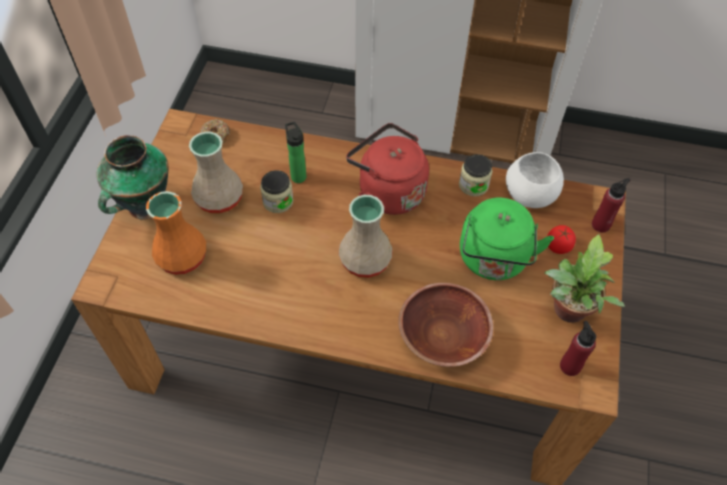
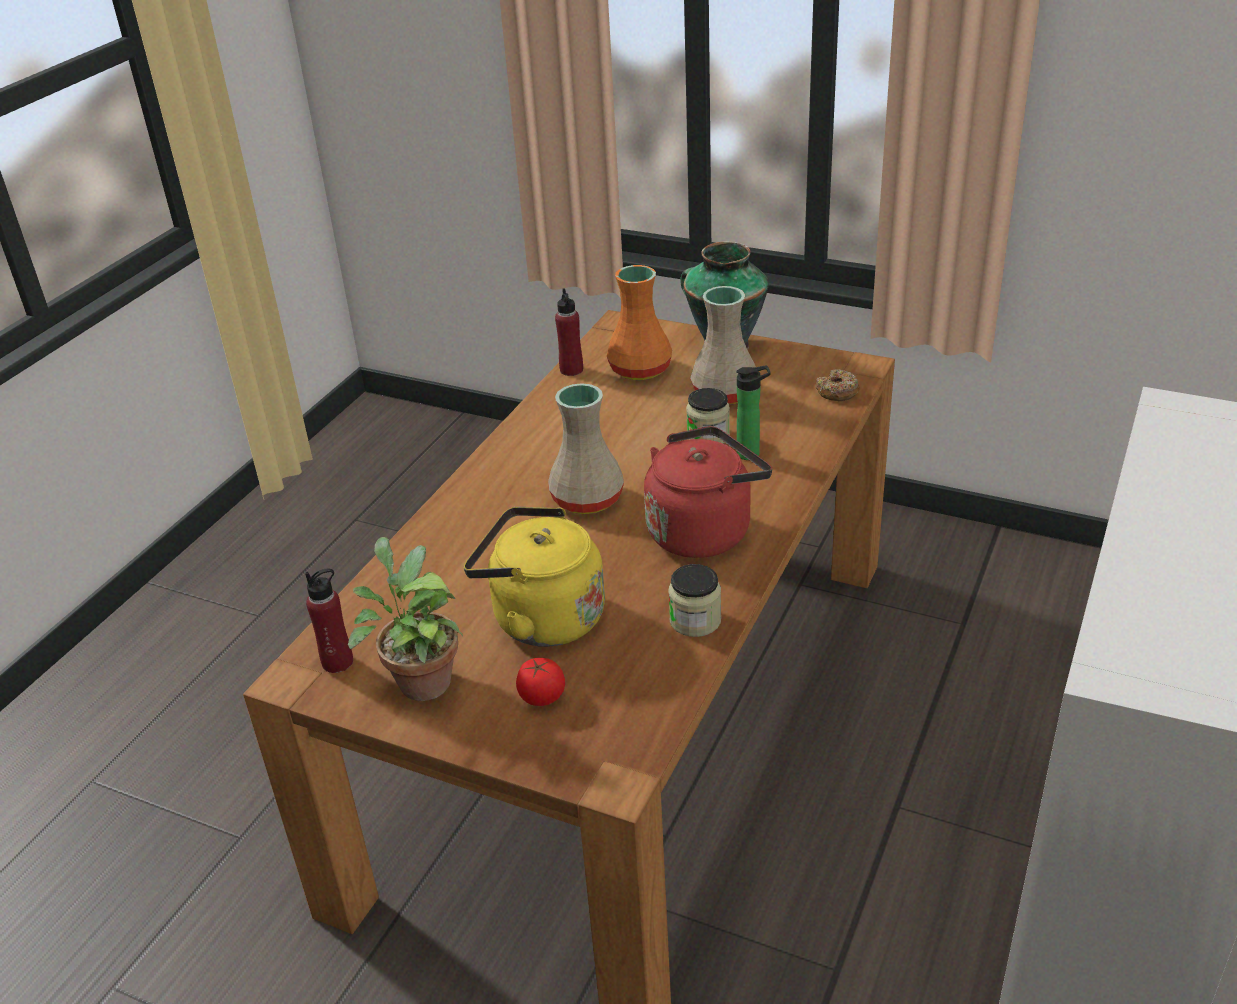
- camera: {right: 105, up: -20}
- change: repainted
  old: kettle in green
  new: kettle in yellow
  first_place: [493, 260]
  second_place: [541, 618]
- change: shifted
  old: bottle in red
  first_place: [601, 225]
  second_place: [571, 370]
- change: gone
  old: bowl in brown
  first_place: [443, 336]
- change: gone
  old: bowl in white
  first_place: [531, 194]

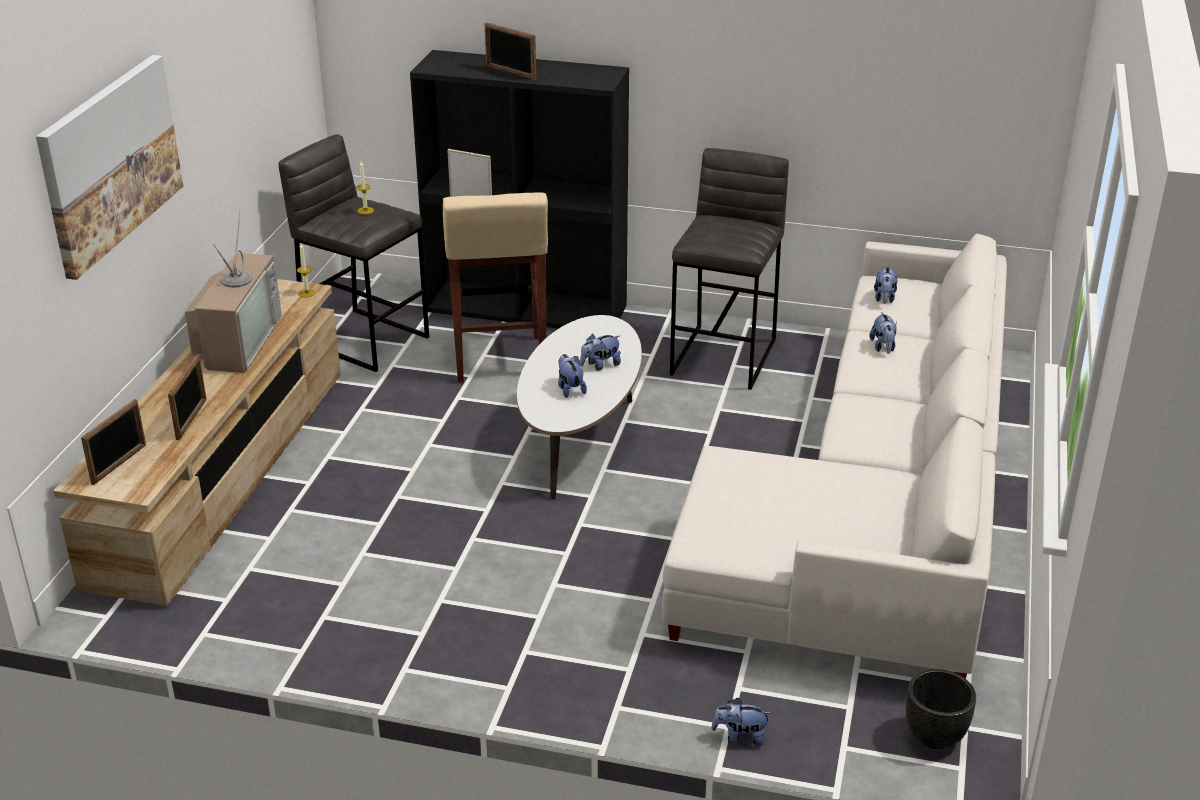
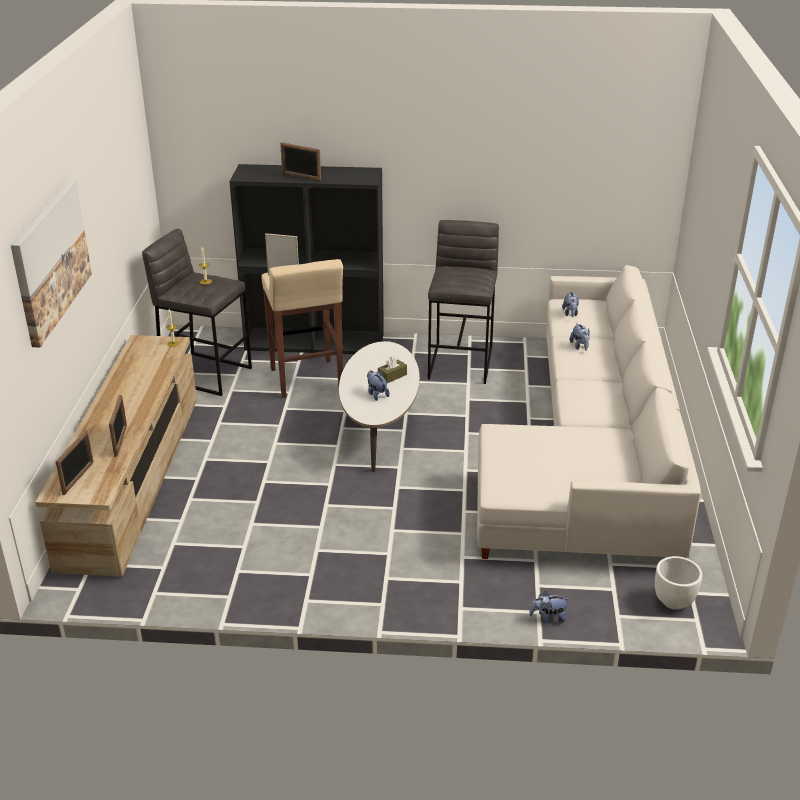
- camera: {right: -10, up: 0}
- change: swapped
  old: plush toy
  new: tissue box in brown
  first_place: [600, 365]
  second_place: [392, 376]
- change: repainted
  old: planter in black
  new: planter in white
  first_place: [935, 737]
  second_place: [674, 602]
- change: gone
  old: television
  first_place: [237, 341]

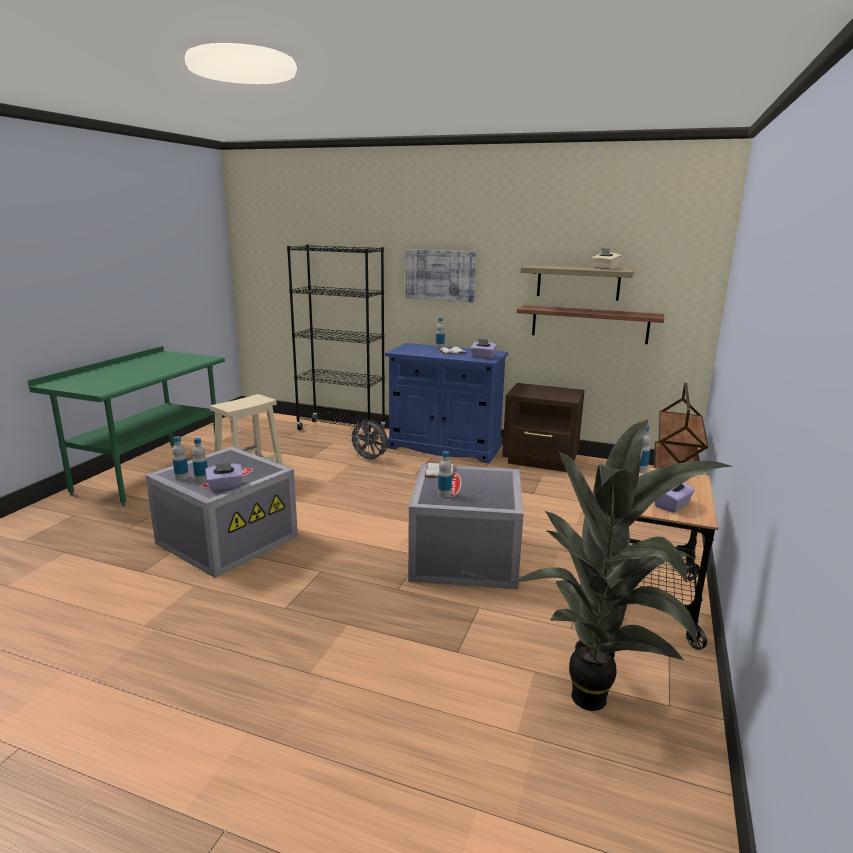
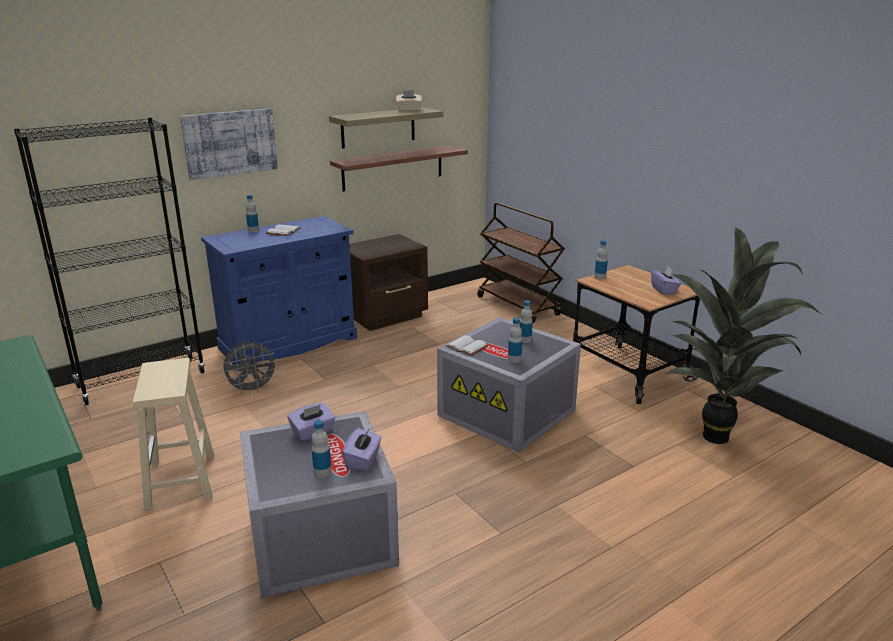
- camera: {right: -55, up: 5}
- change: shifted
  old: tissue box in purple
  first_place: [483, 357]
  second_place: [313, 432]
- change: shifted
  old: bottle
  first_place: [182, 478]
  second_place: [525, 340]

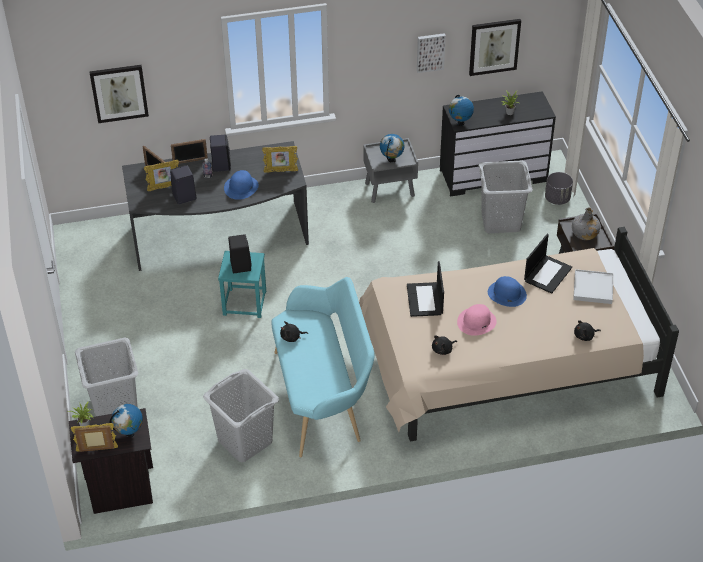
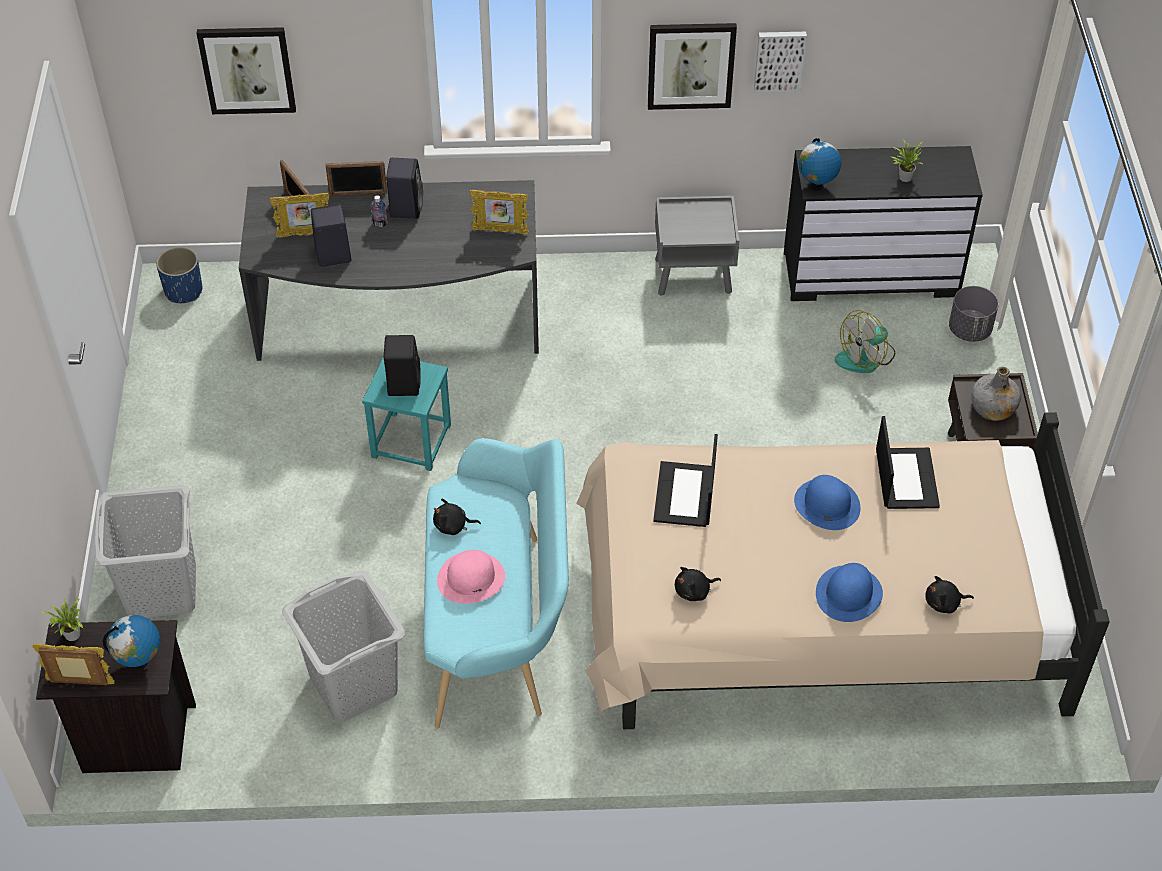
- camera: {right: 10, up: 5}
- change: new
  new: planter in blue
  second_place: [183, 291]
- change: shifted
  old: hat in pink
  first_place: [476, 321]
  second_place: [471, 578]
- change: shifted
  old: picture
  first_place: [494, 46]
  second_place: [691, 65]
- change: shifted
  old: hat in blue
  first_place: [241, 187]
  second_place: [849, 593]
- change: swapped
  old: laundry basket in grey
  new: fan
  first_place: [501, 221]
  second_place: [865, 357]
- change: rotated
  old: laptop
  first_place: [547, 274]
  second_place: [905, 478]
  degrees: -45
- change: gone
  old: globe
  first_place: [391, 160]
- change: gone
  old: tray in white
  first_place: [593, 288]

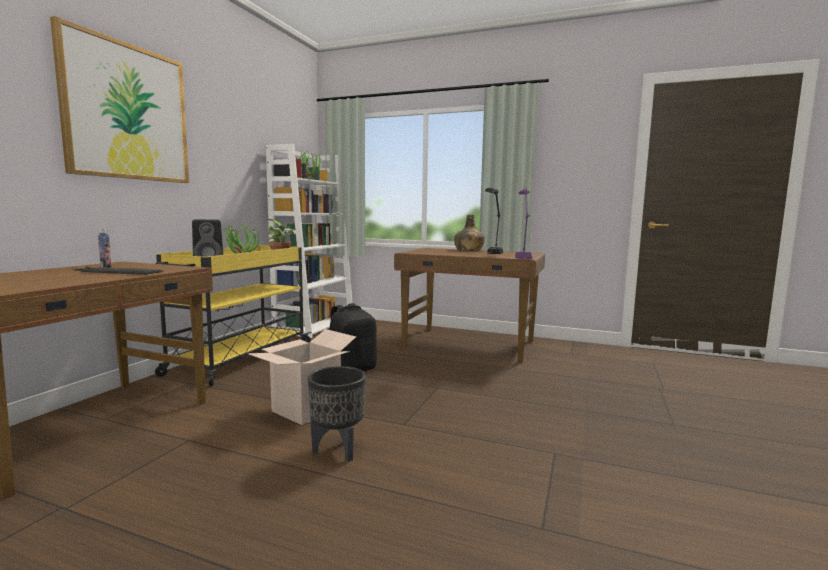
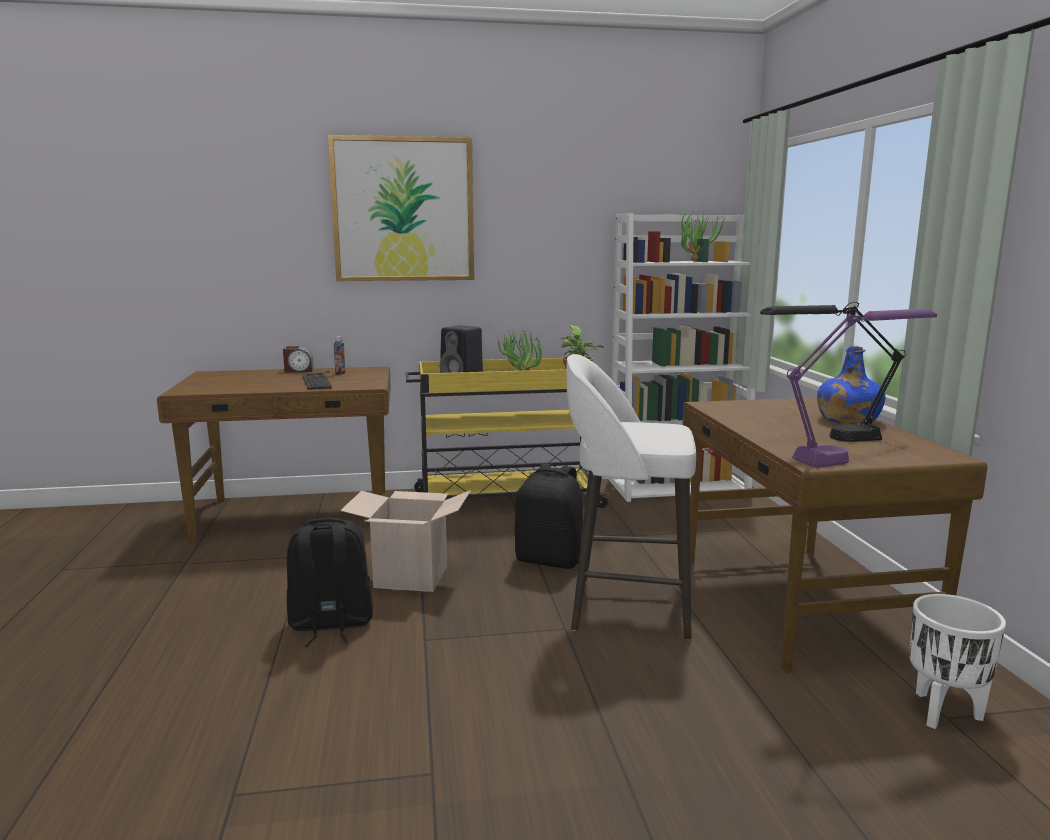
- camera: {right: 60, up: 5}
- change: new
  new: alarm clock
  second_place: [299, 371]
- change: swapped
  old: planter in black
  new: backpack in black
  first_place: [337, 451]
  second_place: [330, 624]
- change: new
  new: stool in white
  second_place: [626, 607]
- change: repainted
  old: bottle in green
  new: bottle in blue
  first_place: [468, 250]
  second_place: [847, 420]
- change: new
  new: planter in white
  second_place: [944, 712]

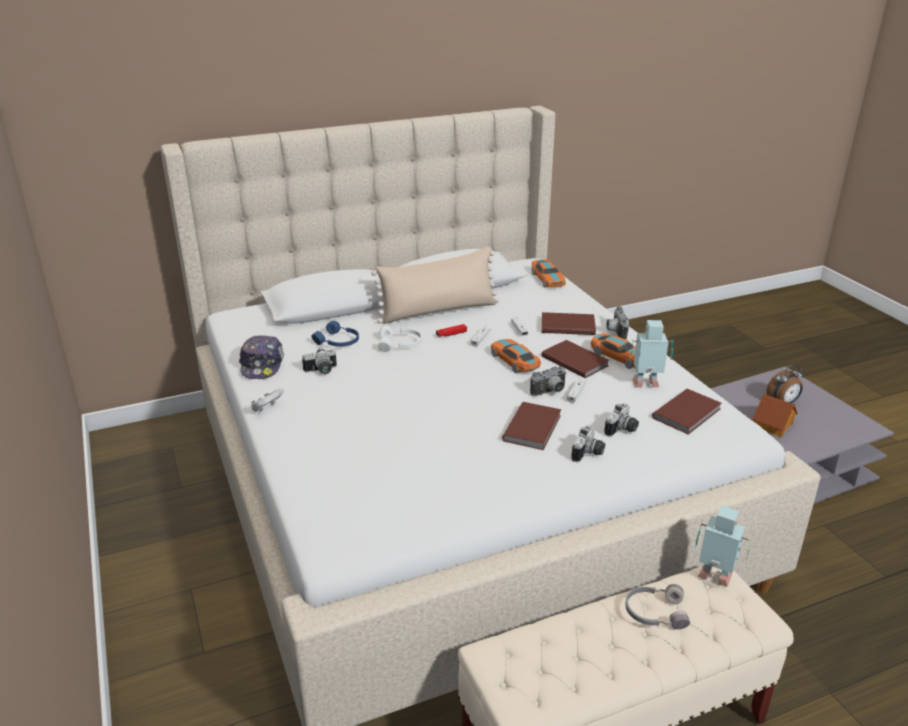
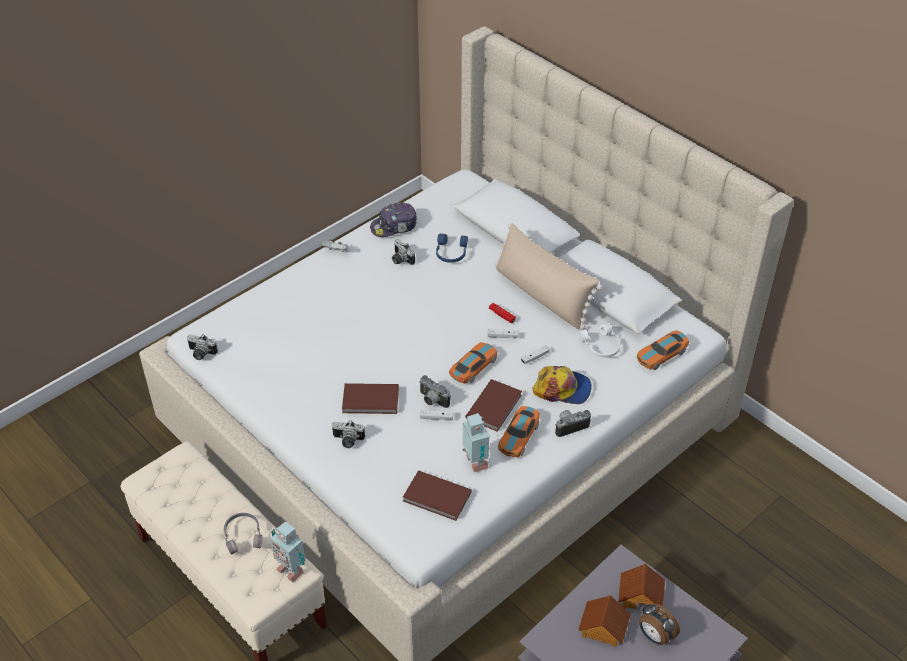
- camera: {right: 70, up: 15}
- change: shifted
  old: photo camera
  first_place: [622, 430]
  second_place: [200, 354]
- change: rotated
  old: toy robot
  first_place: [715, 578]
  second_place: [291, 569]
  degrees: 120
- change: swapped
  old: book in brown
  new: cap
  first_place: [567, 325]
  second_place: [562, 389]
- change: shifted
  old: headphones in white
  first_place: [400, 344]
  second_place: [600, 346]
- change: new
  new: toy house
  second_place: [641, 596]

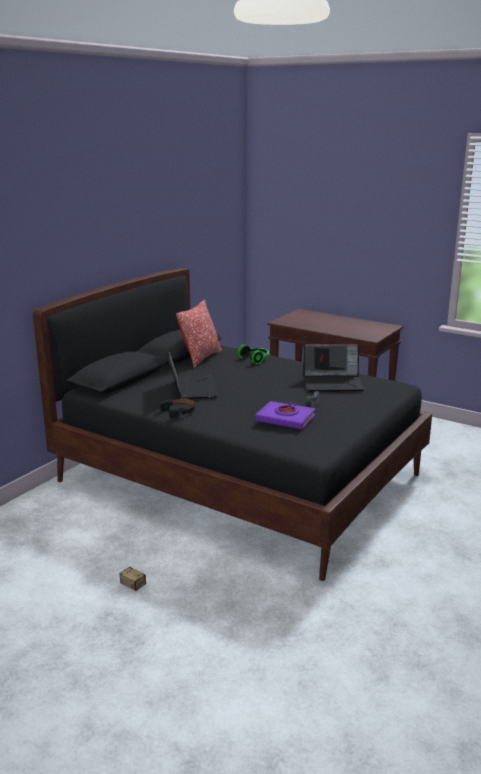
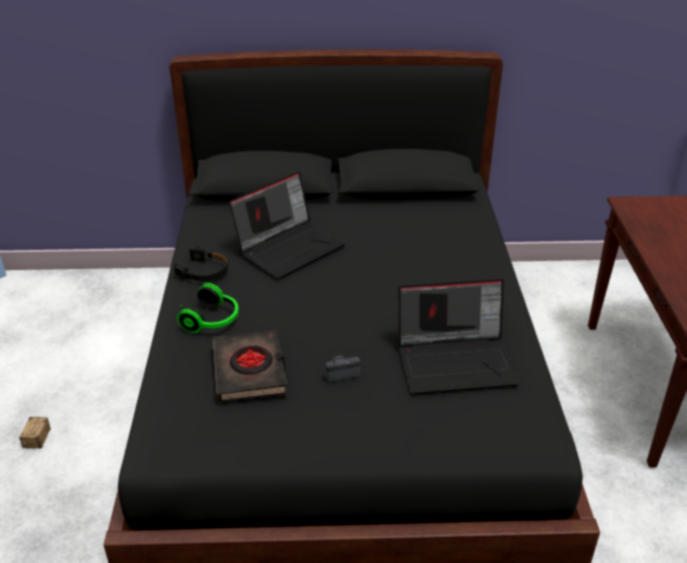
- camera: {right: 55, up: 15}
- change: shifted
  old: headphones
  first_place: [255, 359]
  second_place: [213, 321]
- change: repainted
  old: book in purple
  new: book in black
  first_place: [285, 419]
  second_place: [250, 370]
- change: rotated
  old: laptop
  first_place: [333, 383]
  second_place: [456, 361]
  degrees: -60
- change: gone
  old: pillow
  first_place: [200, 358]

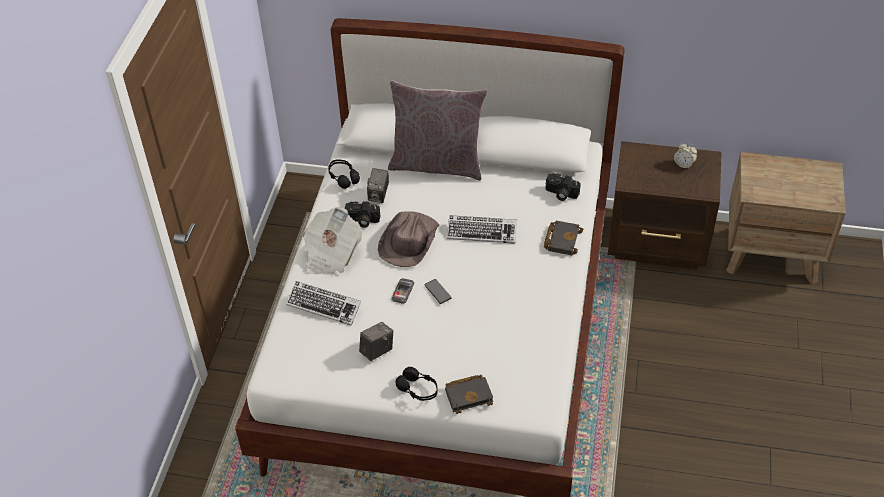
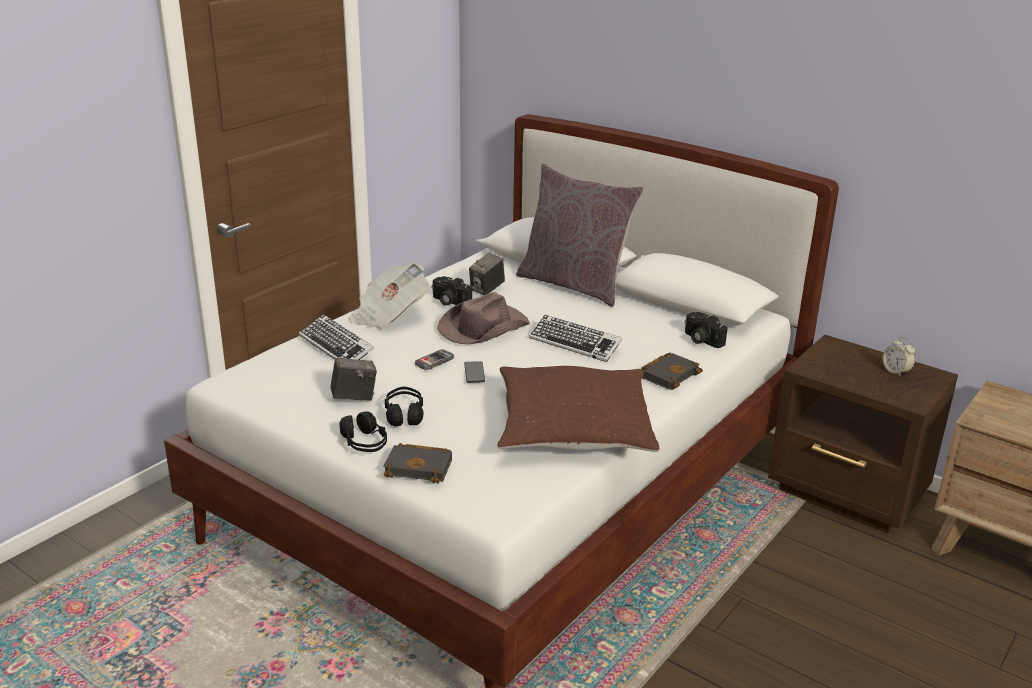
- camera: {right: 25, up: -20}
- change: shifted
  old: headphones in black
  first_place: [343, 178]
  second_place: [404, 414]
- change: new
  new: pillow in brown
  second_place: [573, 427]

